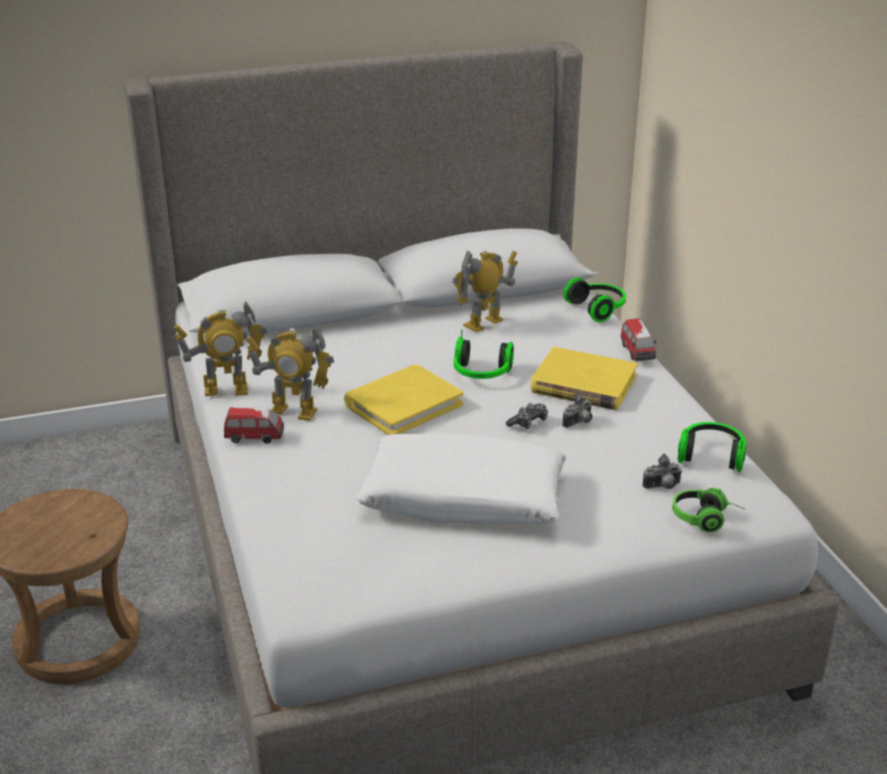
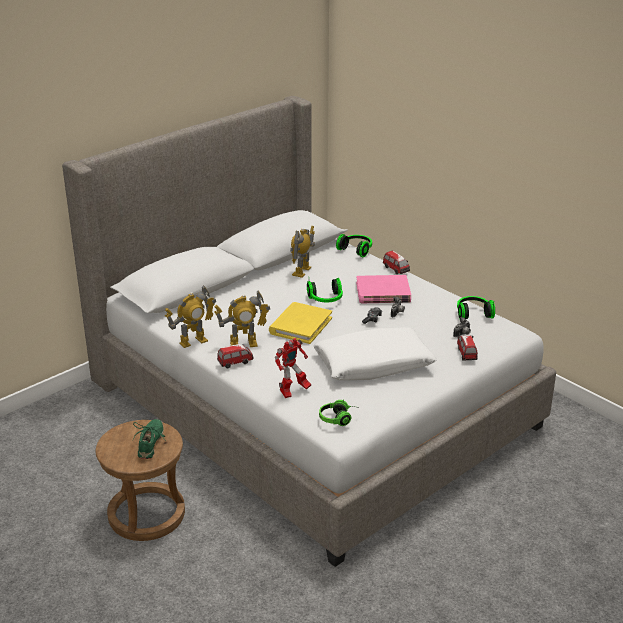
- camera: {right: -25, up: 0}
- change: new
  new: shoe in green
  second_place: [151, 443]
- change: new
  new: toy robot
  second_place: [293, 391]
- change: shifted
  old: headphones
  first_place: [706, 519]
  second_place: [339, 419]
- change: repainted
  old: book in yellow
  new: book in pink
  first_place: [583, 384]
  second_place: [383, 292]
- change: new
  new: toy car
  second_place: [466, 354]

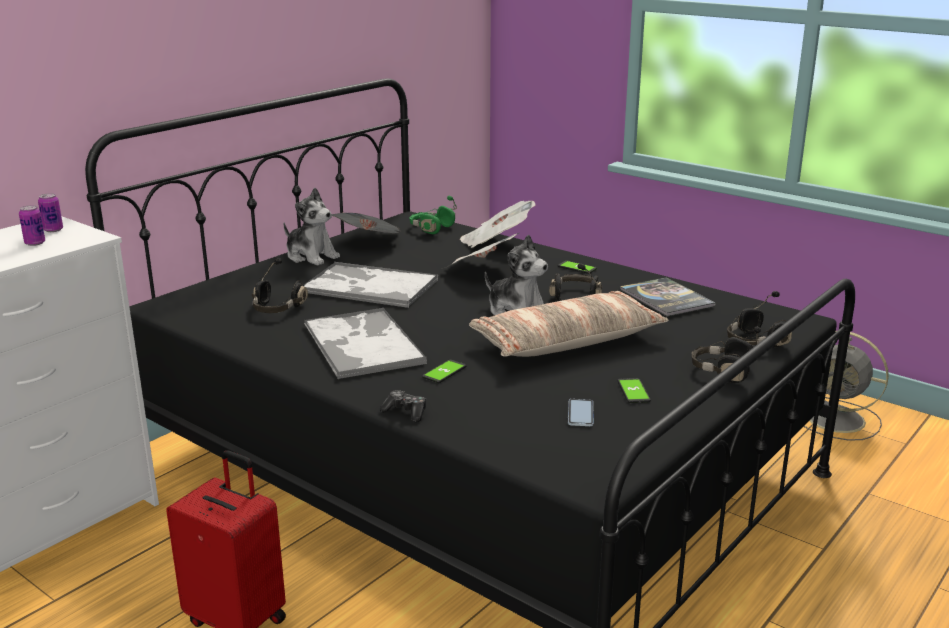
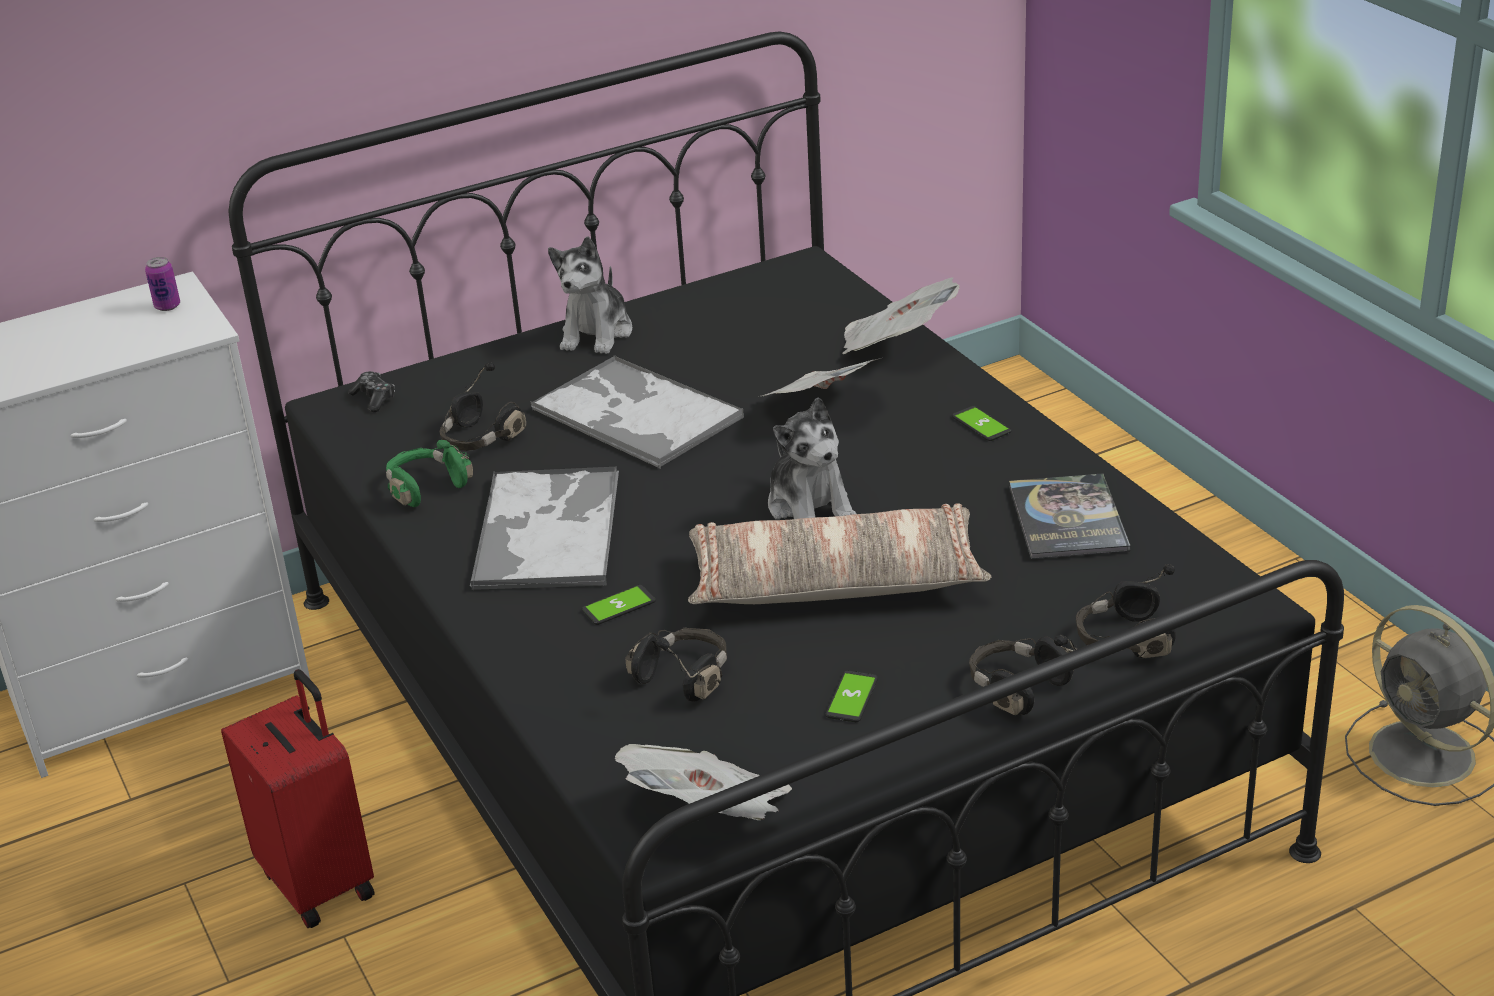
- camera: {right: 25, up: 10}
- change: shifted
  old: game controller
  first_place: [405, 412]
  second_place: [374, 398]
- change: shifted
  old: headphones in green
  first_place: [431, 229]
  second_place: [425, 487]
- change: rotated
  old: plush toy
  first_place: [311, 256]
  second_place: [597, 333]
  degrees: 45
- change: shifted
  old: newspaper
  first_place: [369, 242]
  second_place: [710, 815]
- change: shifted
  old: headphones in black
  first_place: [575, 296]
  second_place: [685, 676]
- change: gone
  old: can
  first_place: [35, 243]
- change: gone
  old: phone
  first_place: [580, 414]

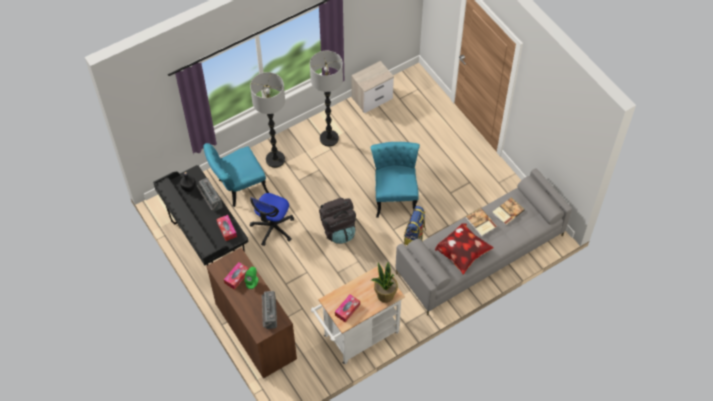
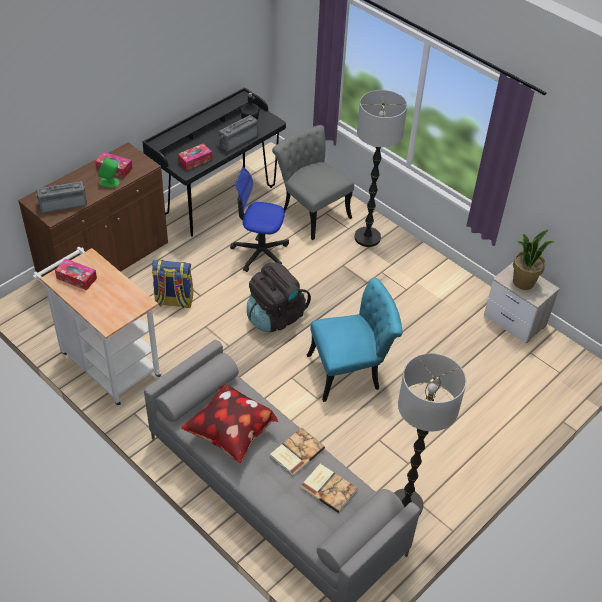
- camera: {right: 75, up: -10}
- change: shifted
  old: backpack
  first_place: [414, 236]
  second_place: [173, 301]
- change: repainted
  old: chair in turquoise
  new: chair in grey
  first_place: [238, 188]
  second_place: [311, 211]
- change: shifted
  old: floor lamp
  first_place: [329, 138]
  second_place: [406, 505]
- change: shifted
  old: potted plant
  first_place: [385, 295]
  second_place: [523, 282]

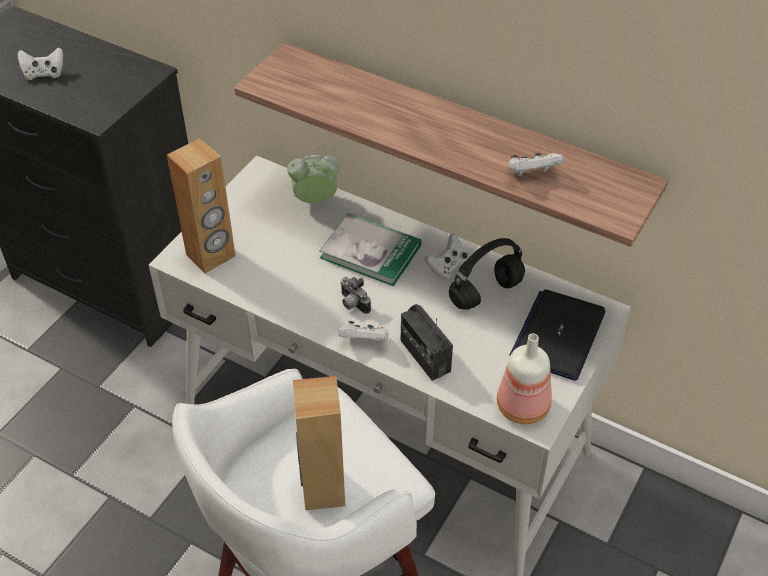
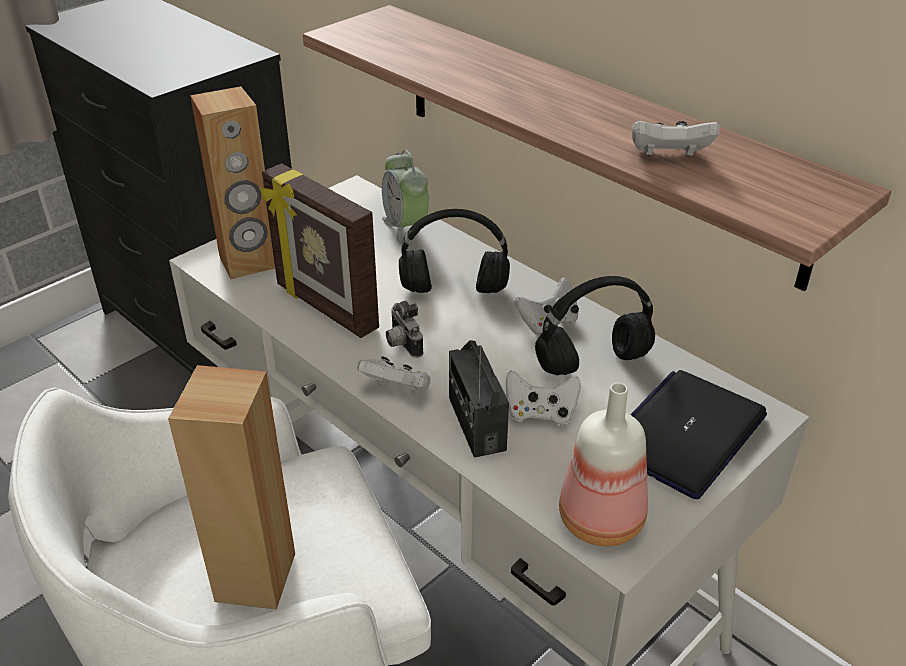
- camera: {right: 15, up: -10}
- change: new
  new: picture frame
  second_place: [325, 308]
- change: rotated
  old: alarm clock
  first_place: [315, 200]
  second_place: [405, 227]
  degrees: -120
- change: swapped
  old: book
  new: headphones in black
  first_place: [370, 252]
  second_place: [452, 290]
- change: shifted
  old: game controller in white
  first_place: [44, 74]
  second_place: [540, 413]

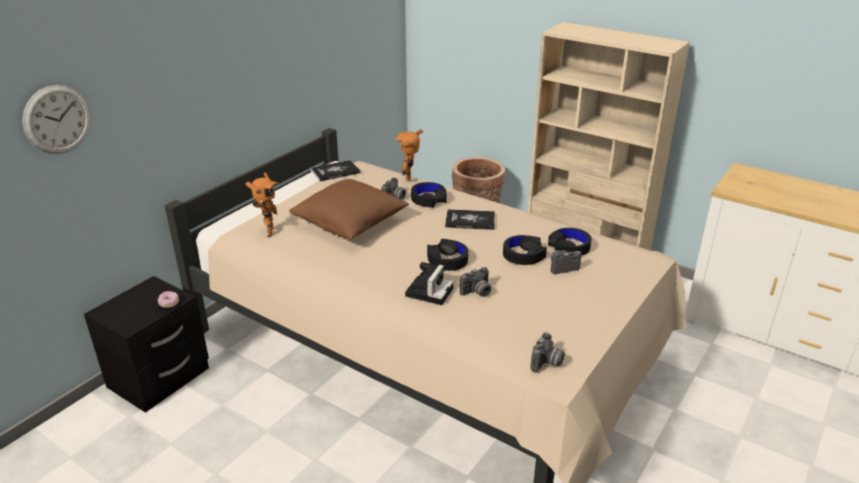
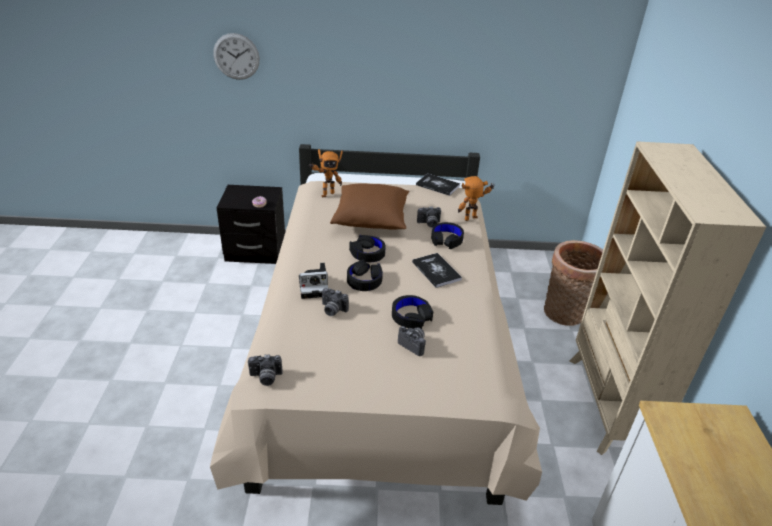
- camera: {right: 55, up: 5}
- change: shifted
  old: headphones in black
  first_place: [569, 247]
  second_place: [367, 253]

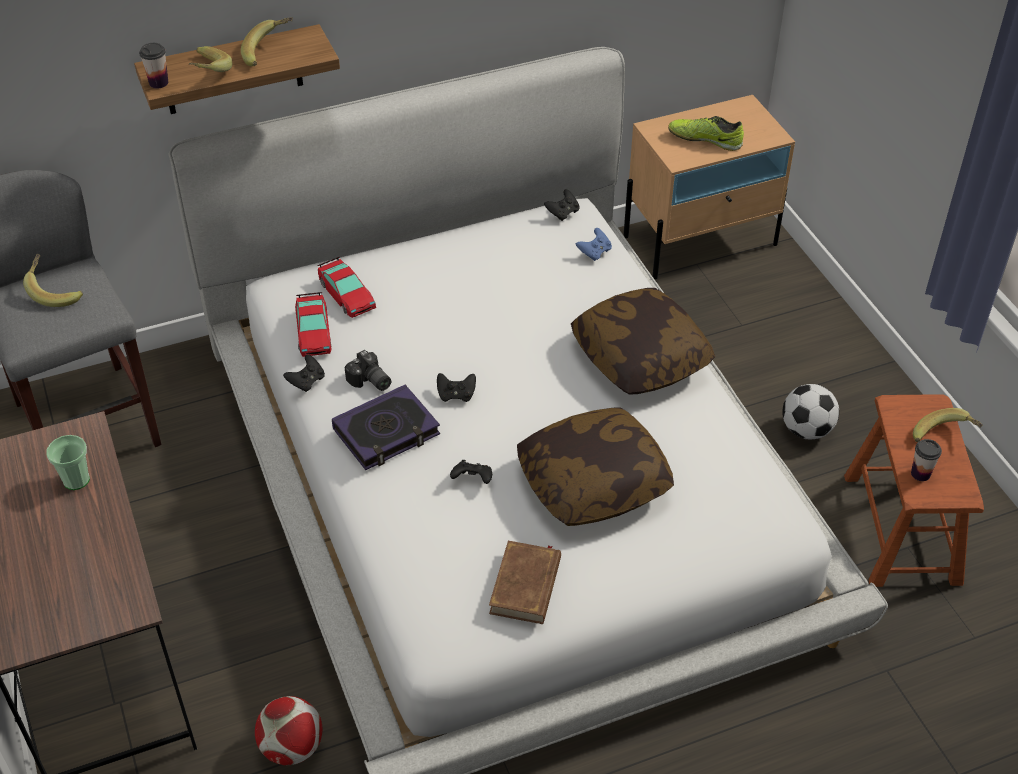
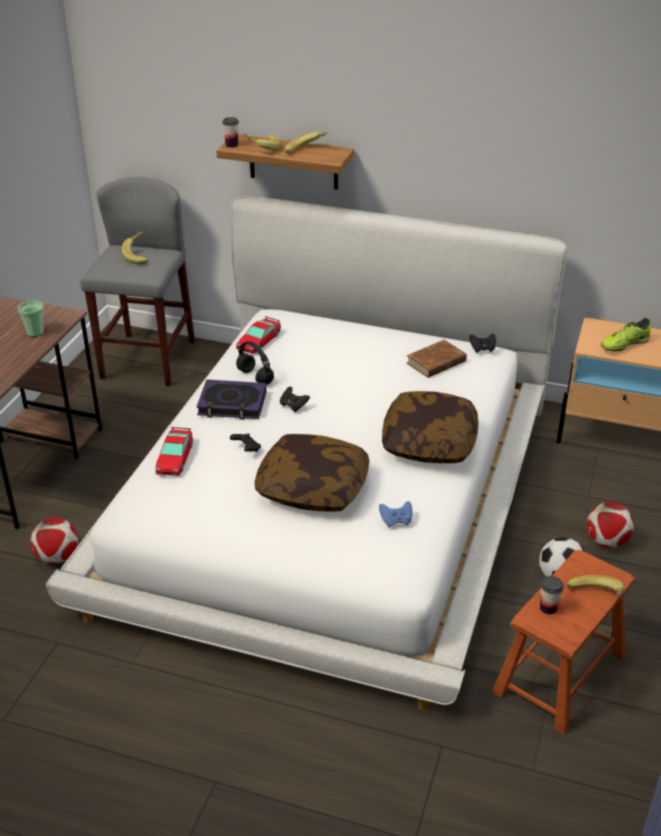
- camera: {right: 40, up: -10}
- change: shifted
  old: toy car
  first_place: [346, 294]
  second_place: [174, 458]
- change: swapped
  old: photo camera
  new: headphones in black
  first_place: [369, 382]
  second_place: [256, 377]
- change: shifted
  old: game controller in blue
  first_place: [594, 252]
  second_place: [396, 521]
- change: shifted
  old: book in brown
  first_place: [526, 586]
  second_place: [436, 362]
- change: new
  new: football
  second_place: [606, 541]
- change: rotated
  old: shoe
  first_place: [705, 139]
  second_place: [624, 345]
  degrees: -90
- change: gone
  old: game controller in black
  first_place: [306, 382]

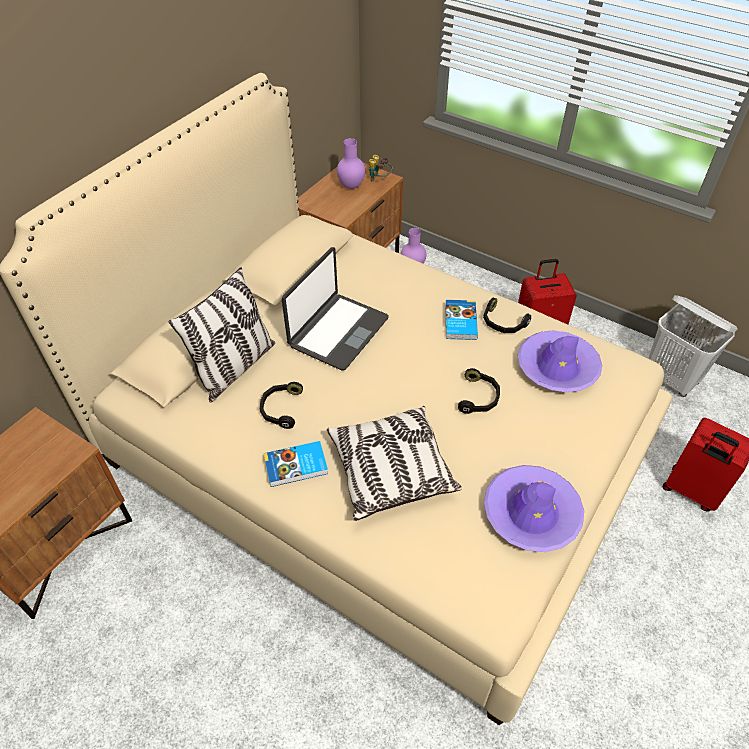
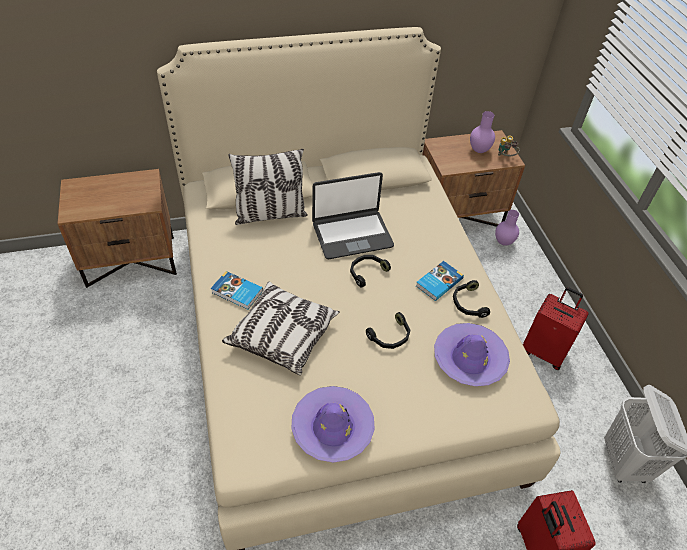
- camera: {right: 40, up: 0}
- change: shifted
  old: headphones in black
  first_place: [280, 409]
  second_place: [366, 272]

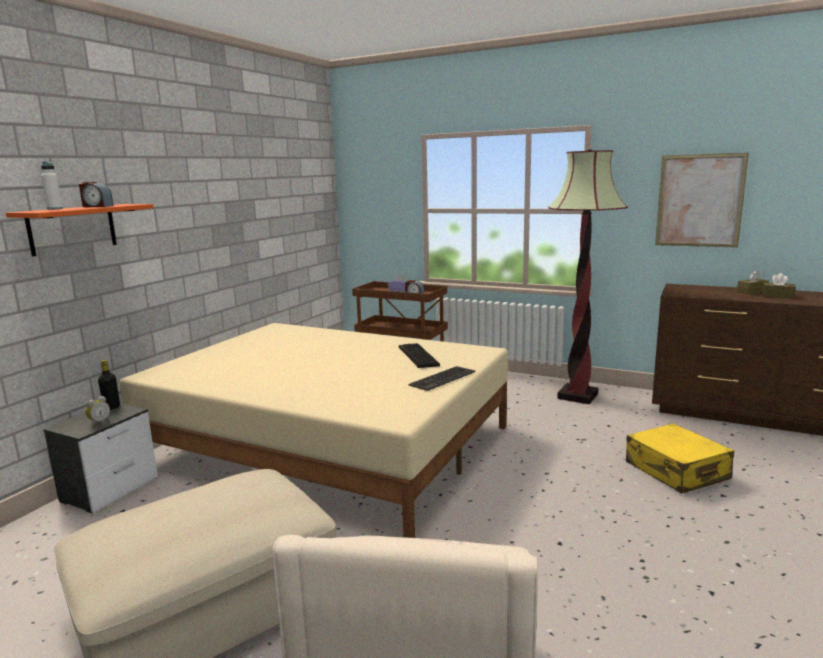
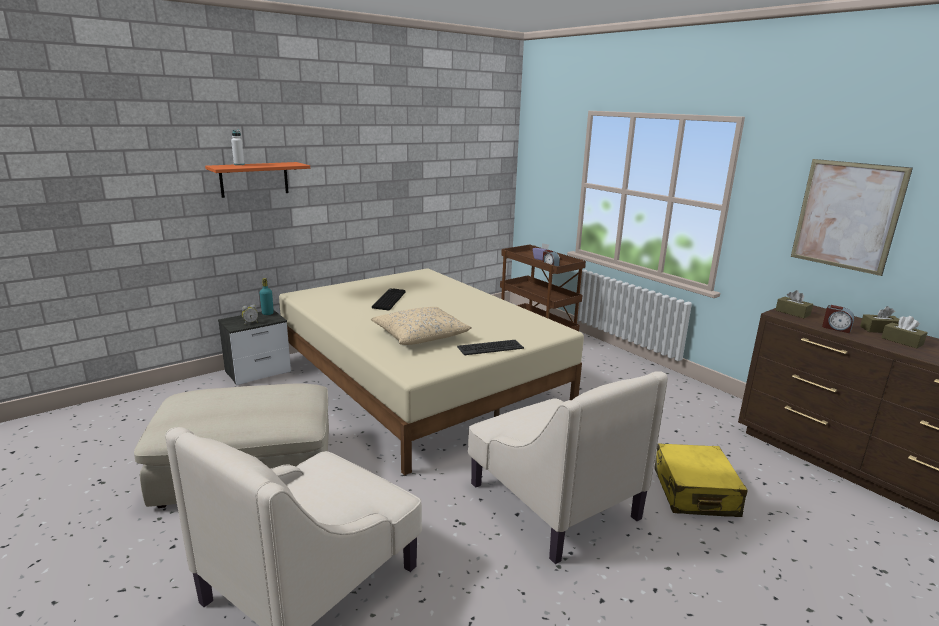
- camera: {right: 25, up: 5}
- change: repainted
  old: bottle in black
  new: bottle in turquoise
  first_place: [112, 407]
  second_place: [267, 313]
- change: new
  new: pillow in beige
  second_place: [420, 335]
- change: shifted
  old: keyboard
  first_place: [416, 356]
  second_place: [388, 300]
- change: new
  new: armchair in beige
  second_place: [552, 499]
- change: new
  new: tissue box in brown
  second_place: [792, 313]
- change: shifted
  old: alarm clock
  first_place: [97, 206]
  second_place: [836, 328]
- change: gone
  old: floor lamp
  first_place: [577, 396]

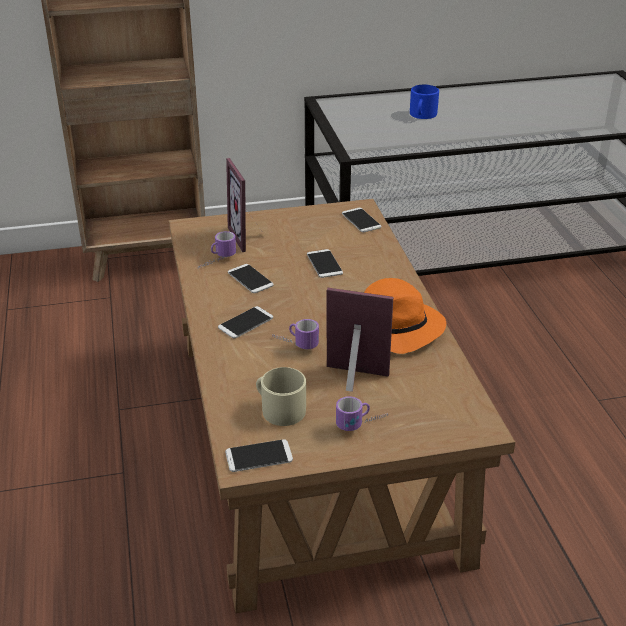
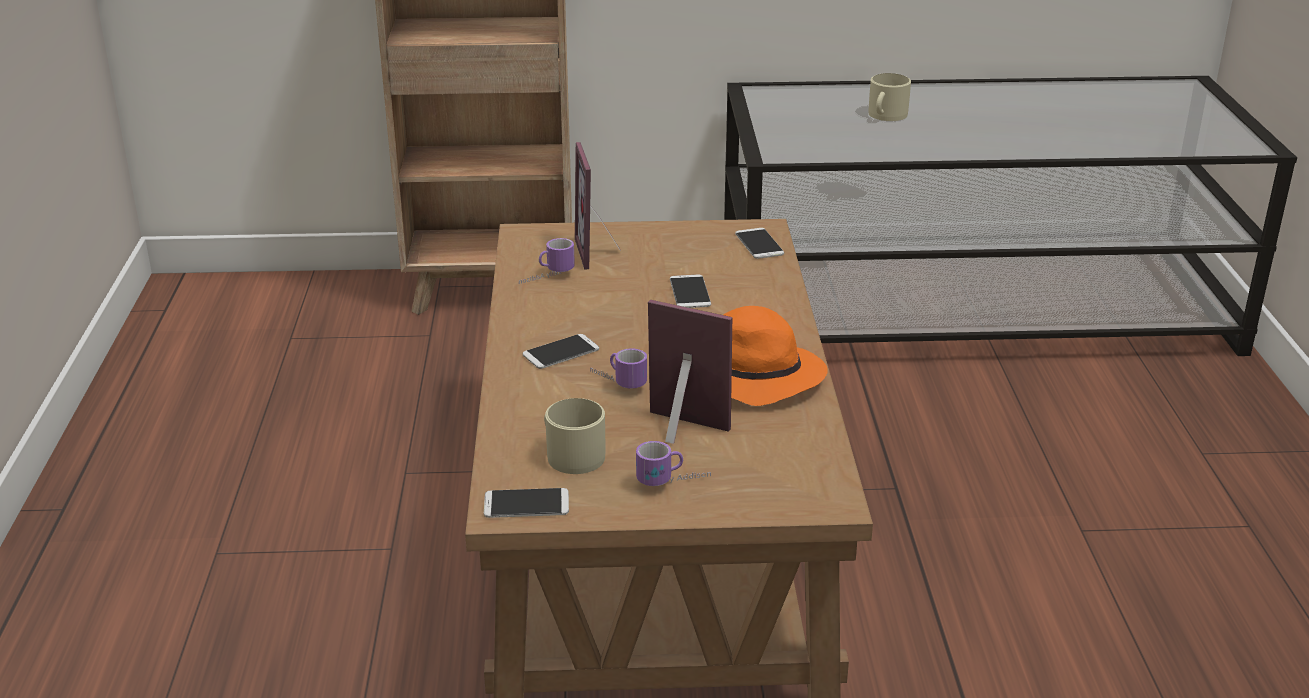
- camera: {right: 10, up: -5}
- change: repainted
  old: mug in blue
  new: mug in beige
  first_place: [422, 115]
  second_place: [886, 115]
- change: gone
  old: phone
  first_place: [250, 279]

